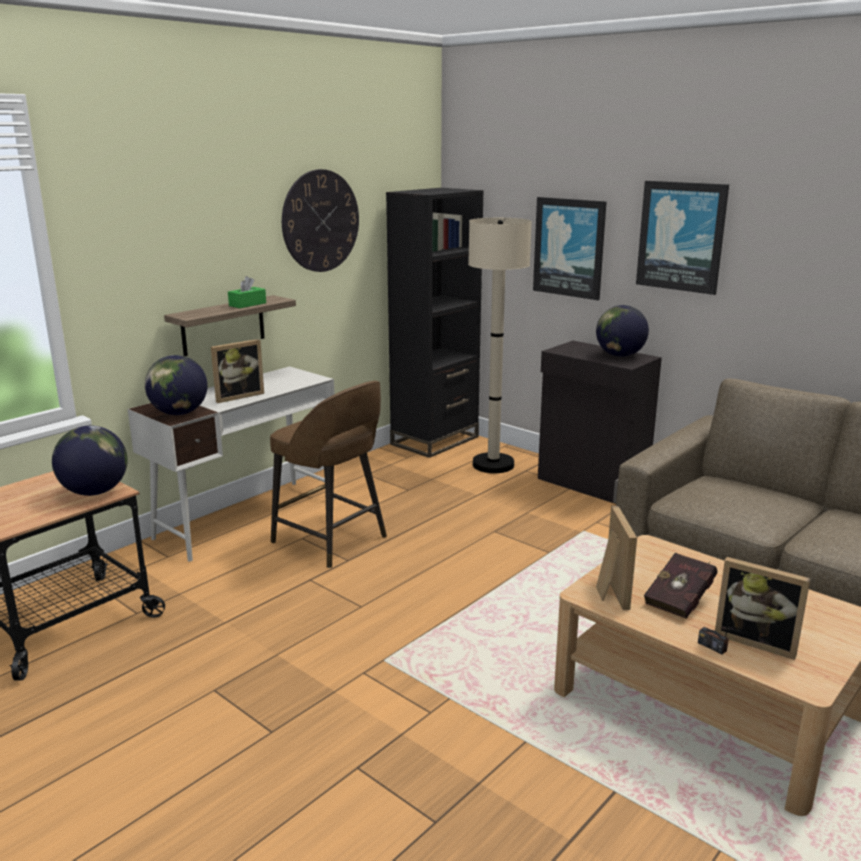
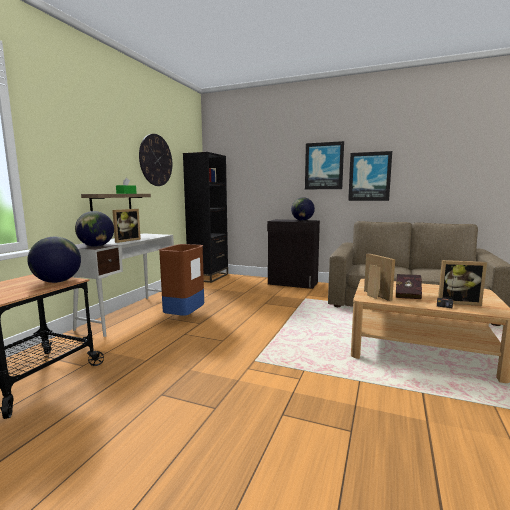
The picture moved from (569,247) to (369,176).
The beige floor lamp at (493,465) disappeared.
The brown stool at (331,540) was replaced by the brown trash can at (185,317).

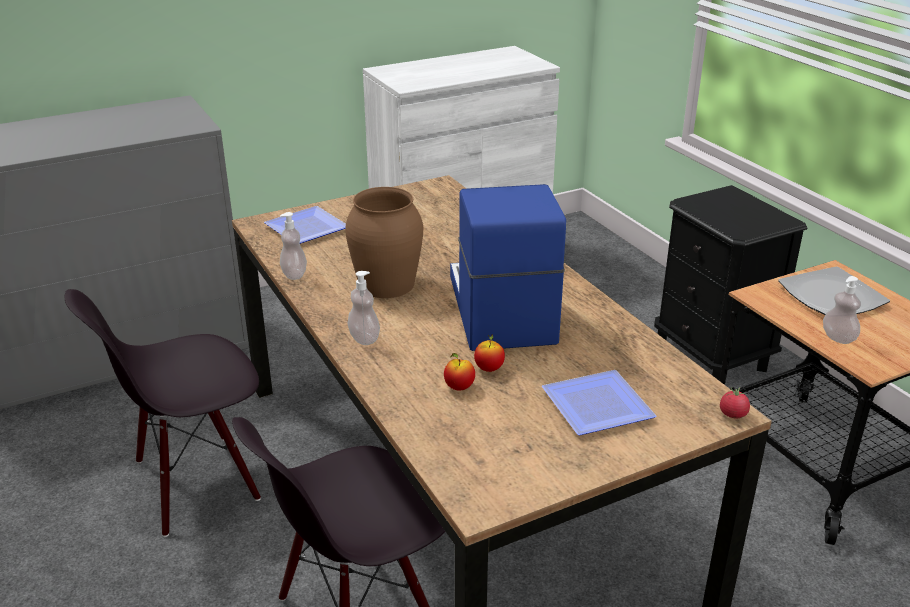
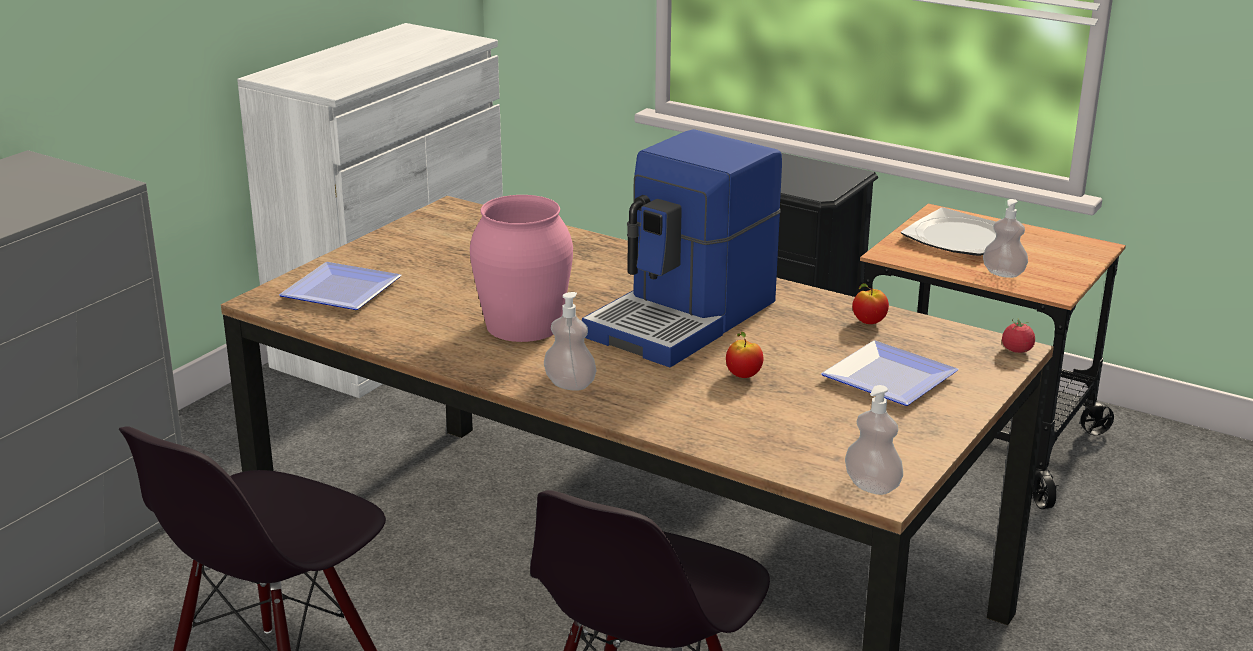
The coffee machine at (499,310) turned 105 degrees counterclockwise.
The brown vase at (386,283) became the pink vase at (522,325).
The soap dispenser moved from (294,274) to (872,486).
The apple moved from (459,387) to (869,322).

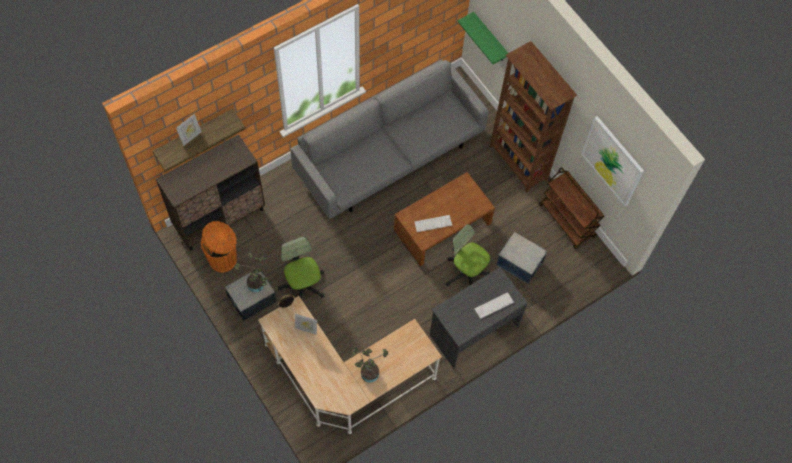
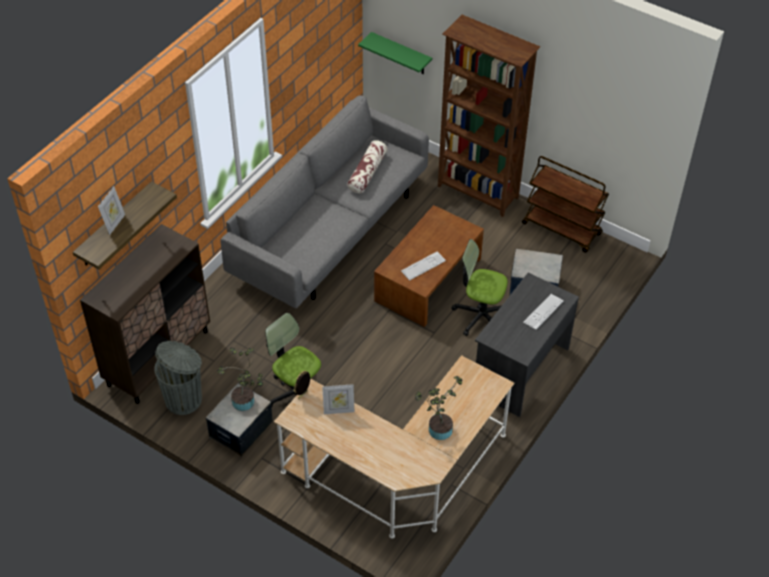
The picture at (612,161) disappeared.
The orange trash can at (224,259) became the grey trash can at (184,399).
The pillow at (367,172) appeared.

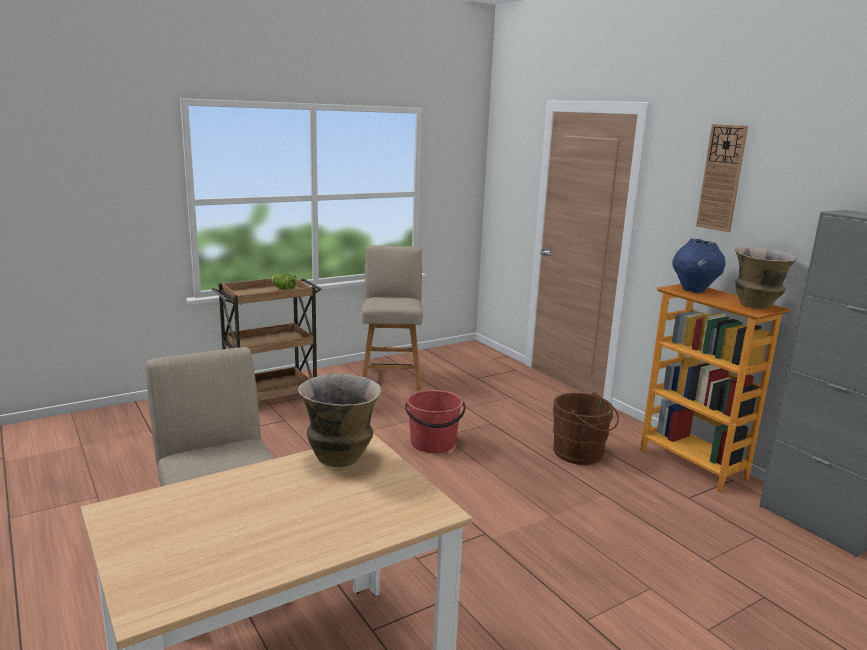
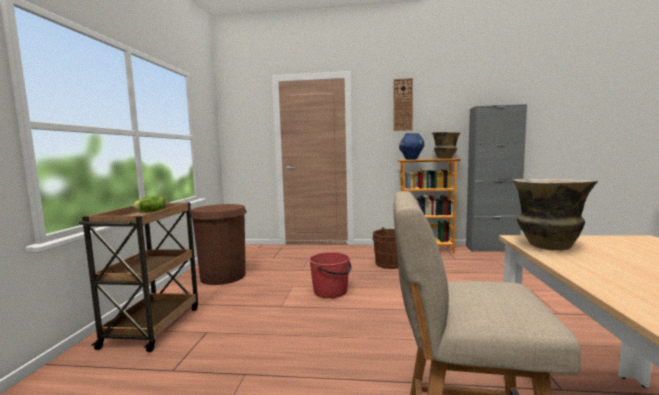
The beige chair at (391,377) was replaced by the brown trash can at (223,276).

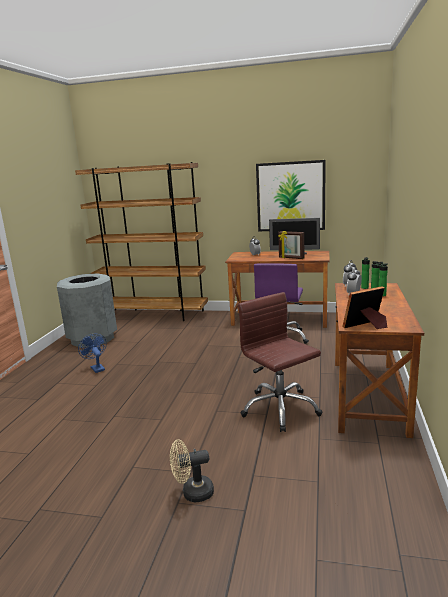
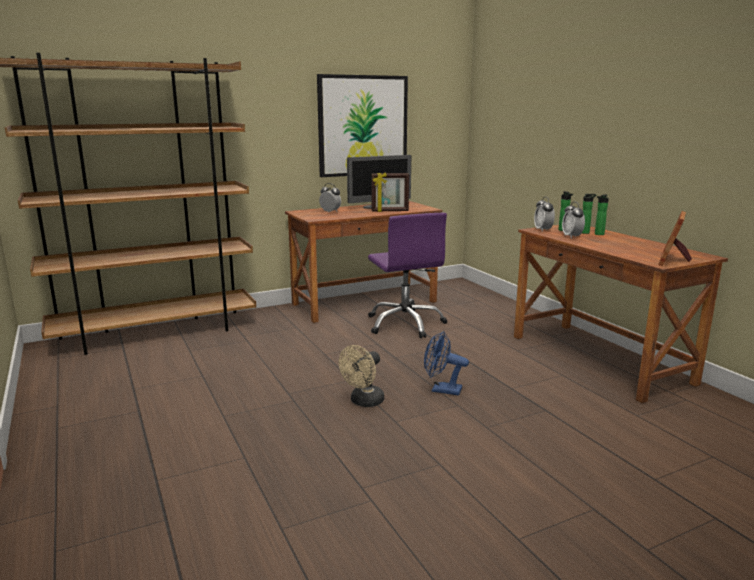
The grey trash can at (93,338) disappeared.
The brown office chair at (280,409) disappeared.
The blue fan moved from (96,368) to (441,390).
The beige fan moved from (192,493) to (363,402).

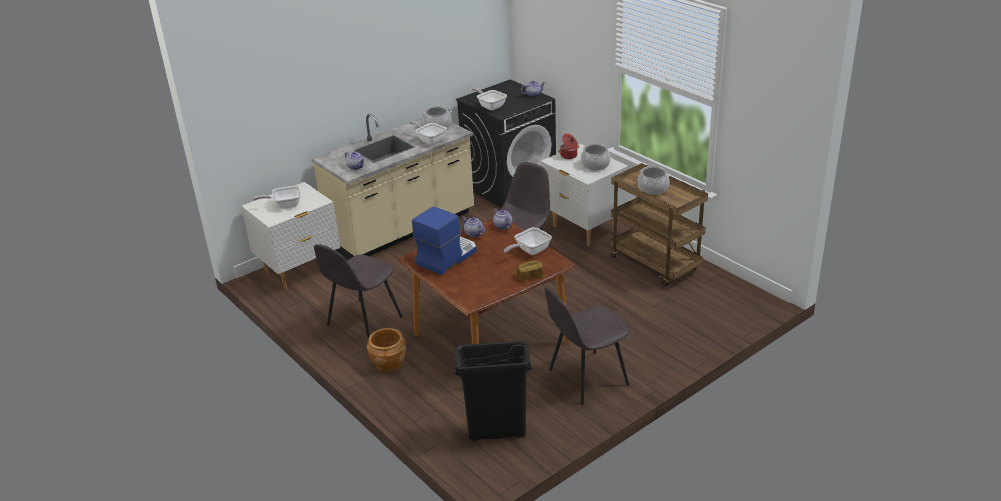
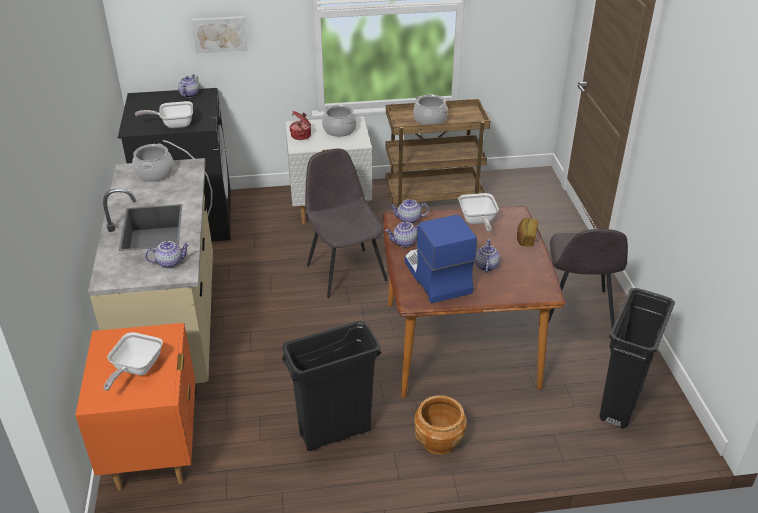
The frying pan at (430,140) disappeared.
The white nightstand at (299,271) became the orange nightstand at (155,452).
The grey chair at (363,322) was replaced by the black trash can at (334,432).
The picture at (220,33) appeared.
The teapot at (485,266) appeared.

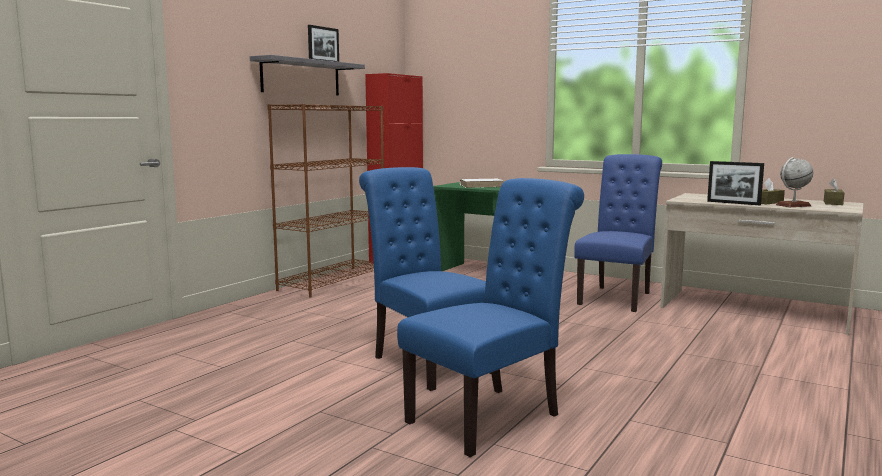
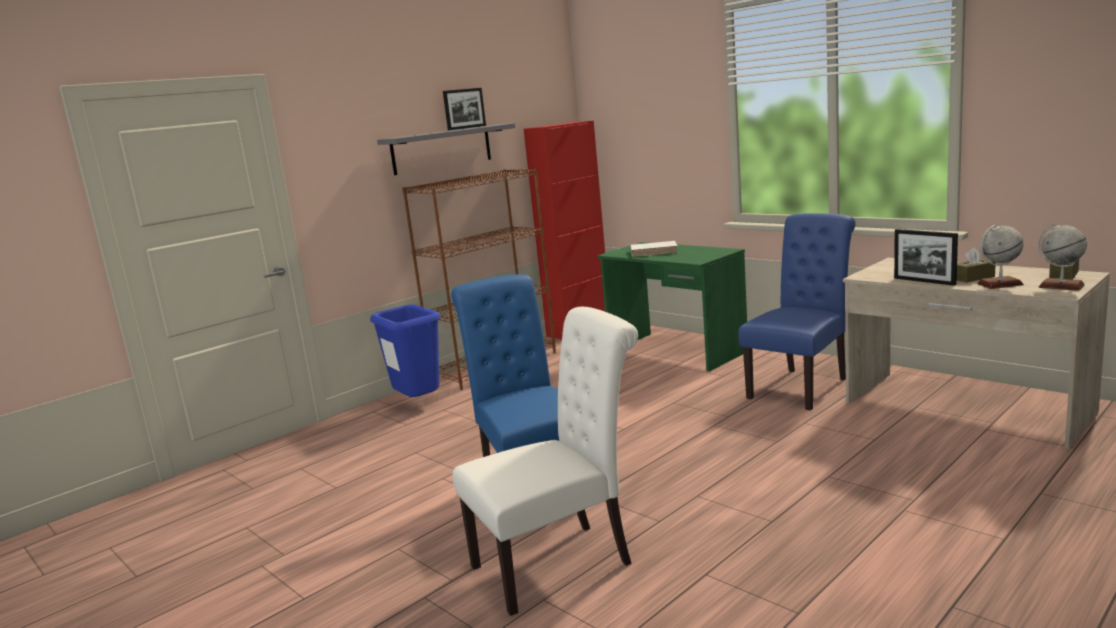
The blue chair at (491,416) became the white chair at (561,562).
The globe at (1061,286) appeared.
The blue trash can at (418,404) appeared.

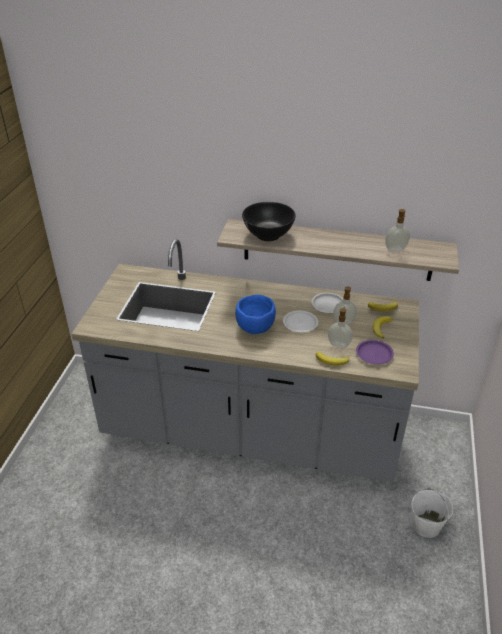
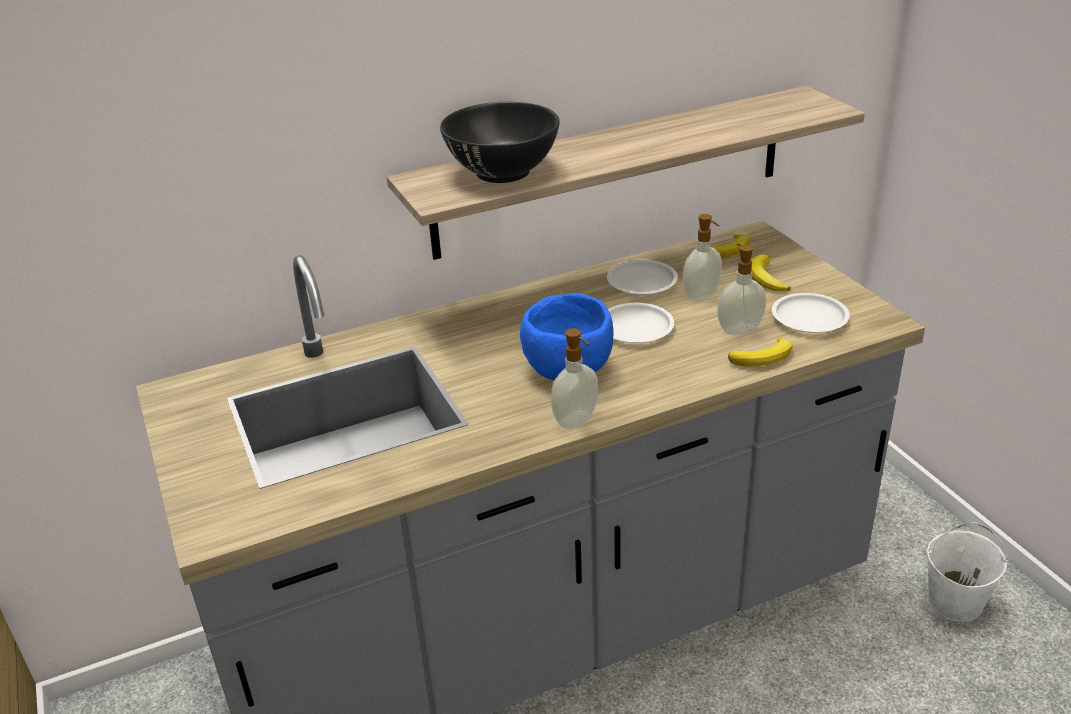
The soap dispenser moved from (395,250) to (576,421).
The purple plate at (374,354) became the white plate at (809,318).

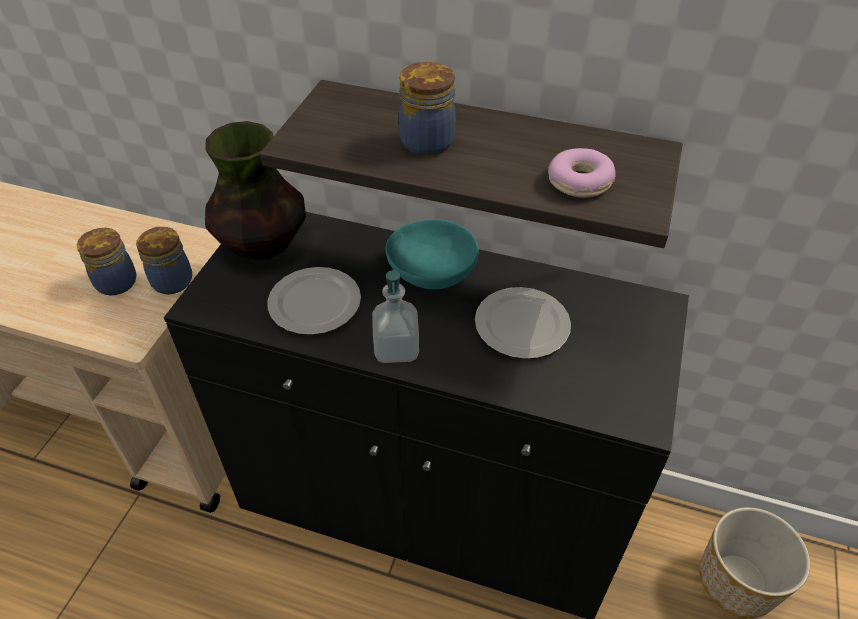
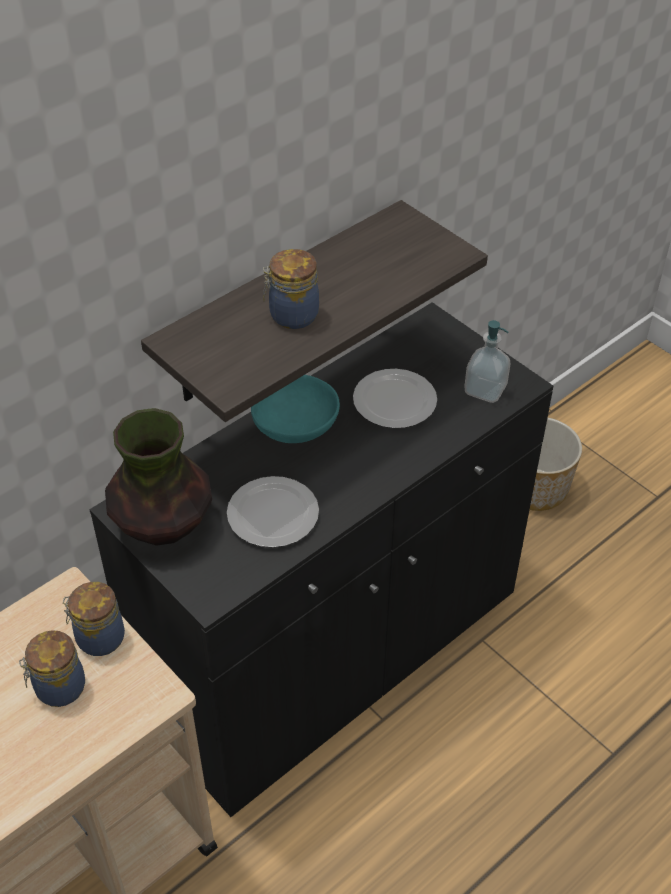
The donut at (579,182) disappeared.
The soap dispenser moved from (396,348) to (485,390).

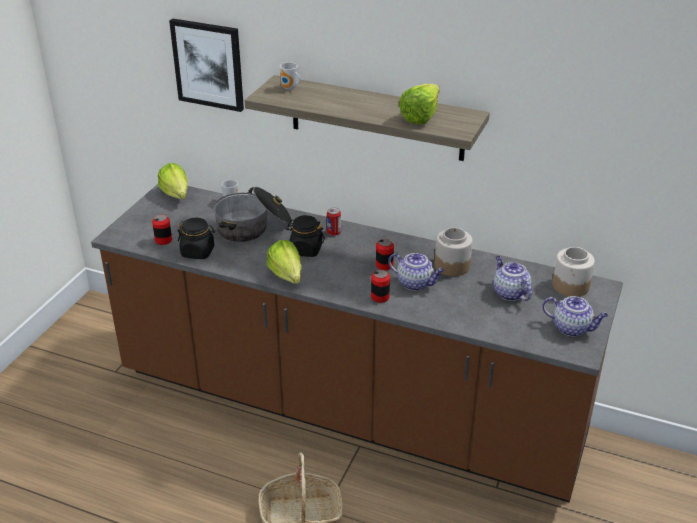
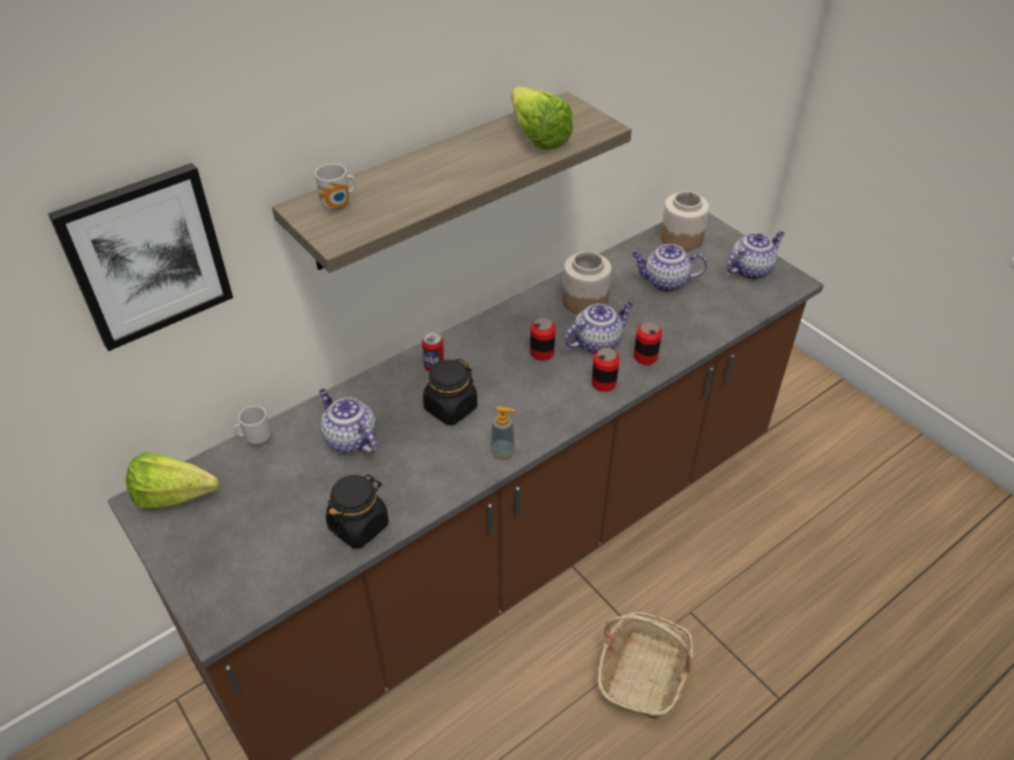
The cooking pot at (253,227) was replaced by the teapot at (349,439).
The can moved from (163,240) to (645,356).
The lettuce at (287,279) was replaced by the soap dispenser at (502,452).

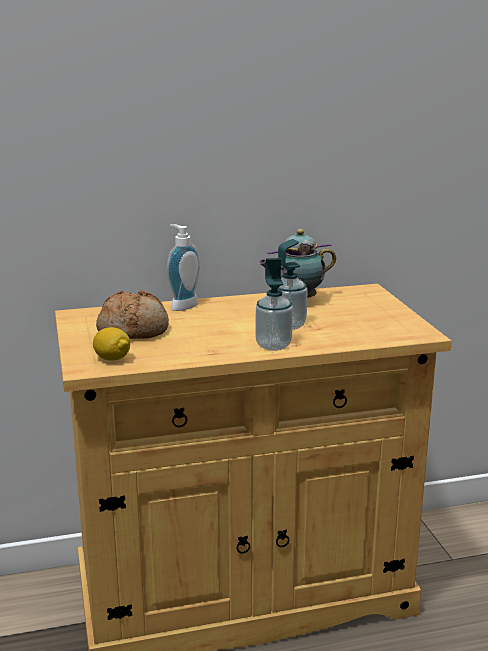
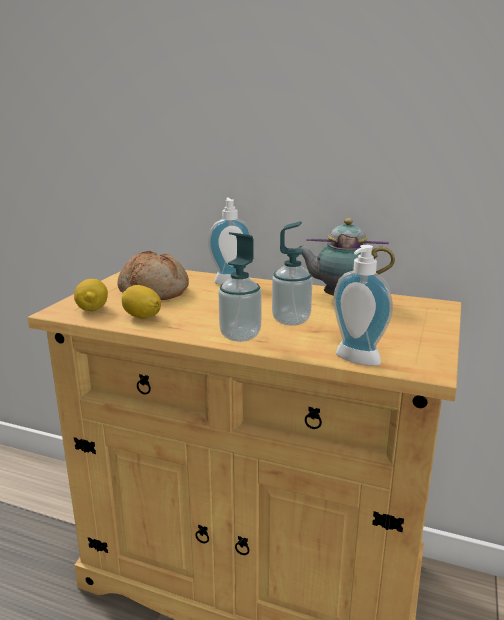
The soap dispenser at (355,360) appeared.
The lemon at (142,317) appeared.

